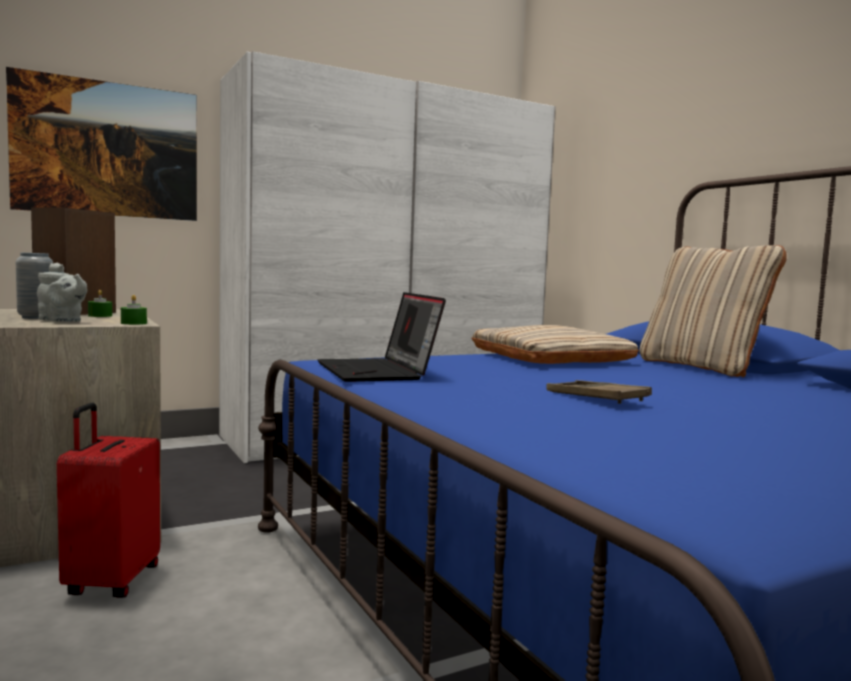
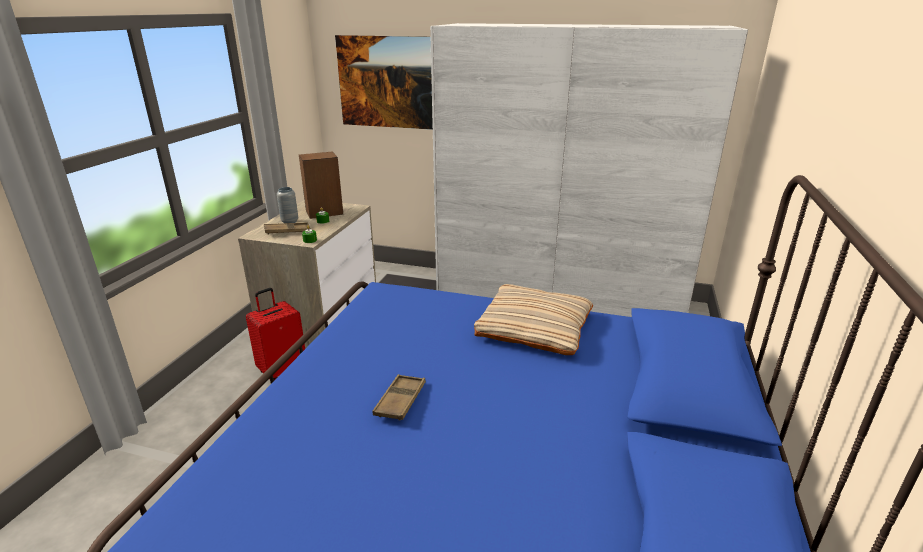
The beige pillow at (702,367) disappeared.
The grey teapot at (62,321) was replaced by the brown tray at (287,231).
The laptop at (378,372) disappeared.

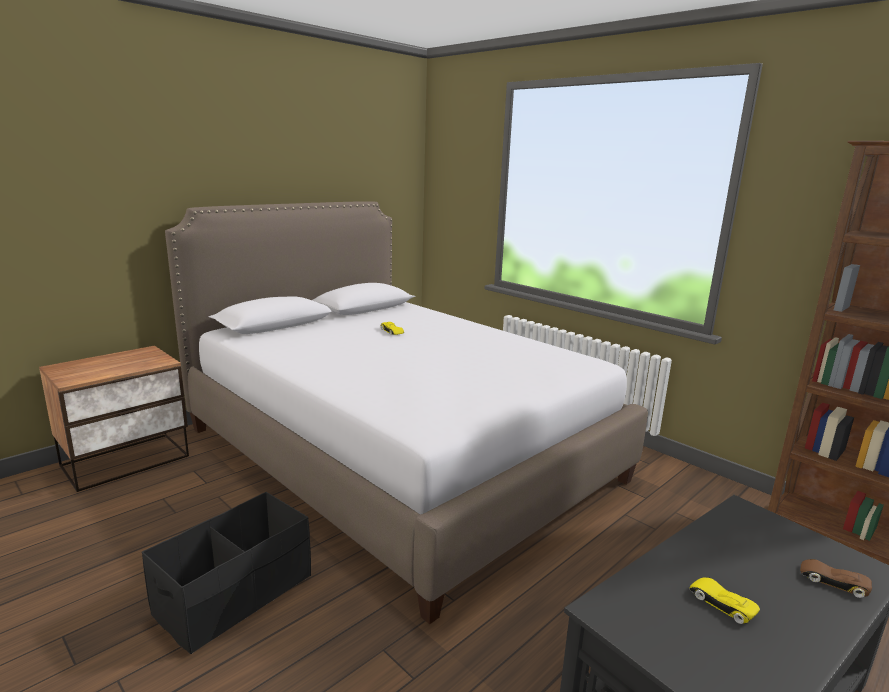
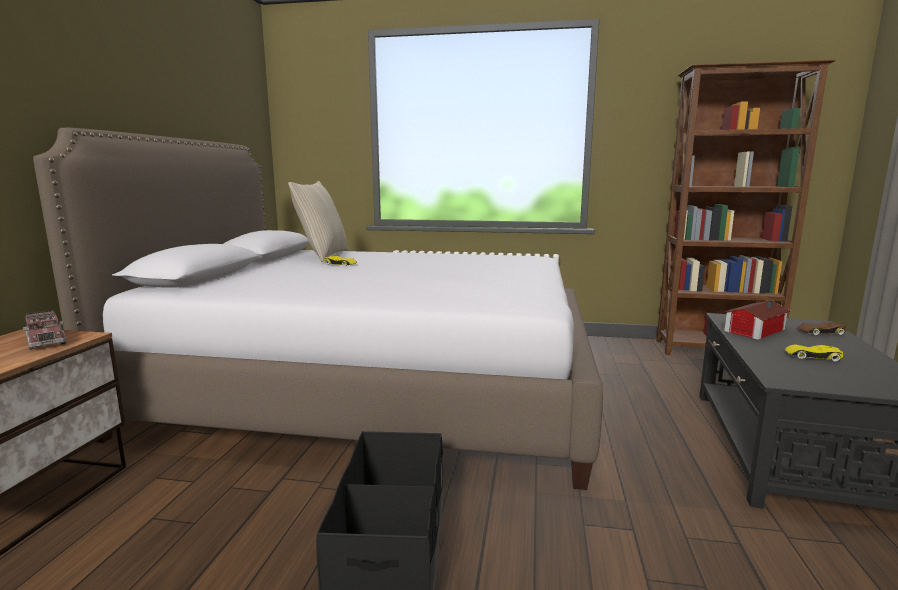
The beige pillow at (322,256) appeared.
The toy house at (752,330) appeared.
The toy truck at (46,341) appeared.

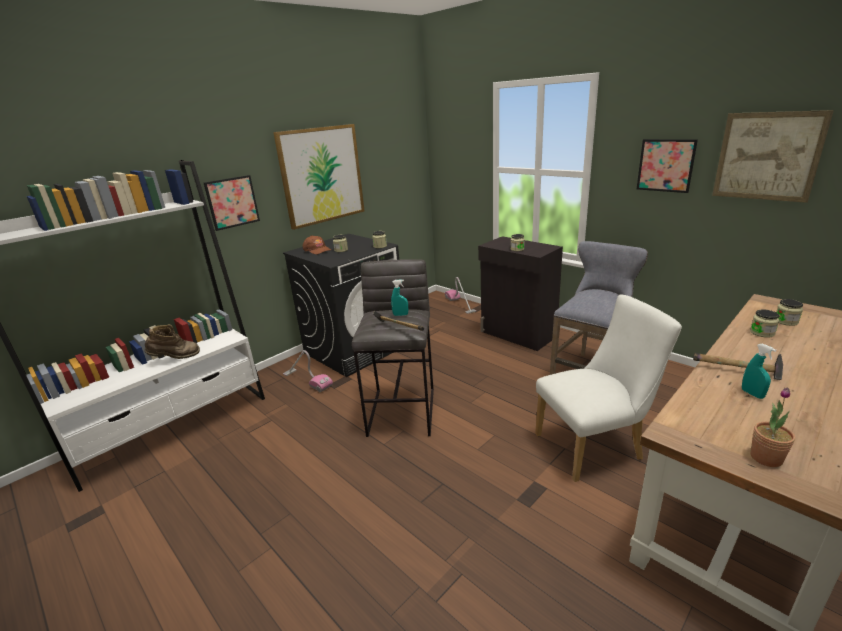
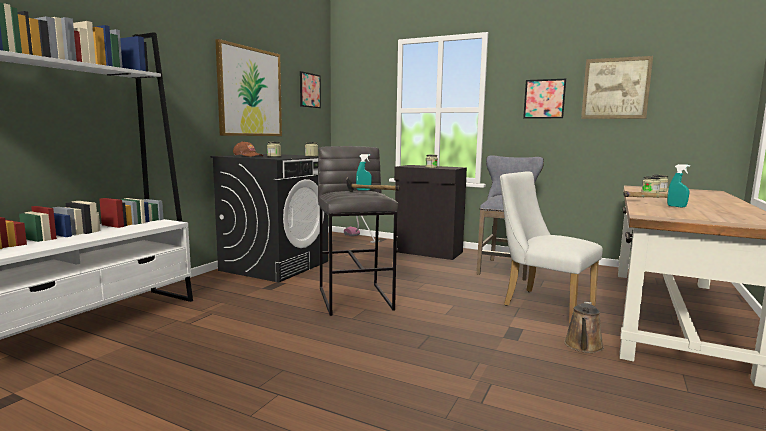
The picture moved from (232,202) to (310,90).
The white chair at (594,446) turned 105 degrees counterclockwise.
The brown boot at (176,359) disappeared.
The vacuum cleaner at (307,380) disappeared.
The potted plant at (766,458) disappeared.
The brown watering can at (583,346) appeared.

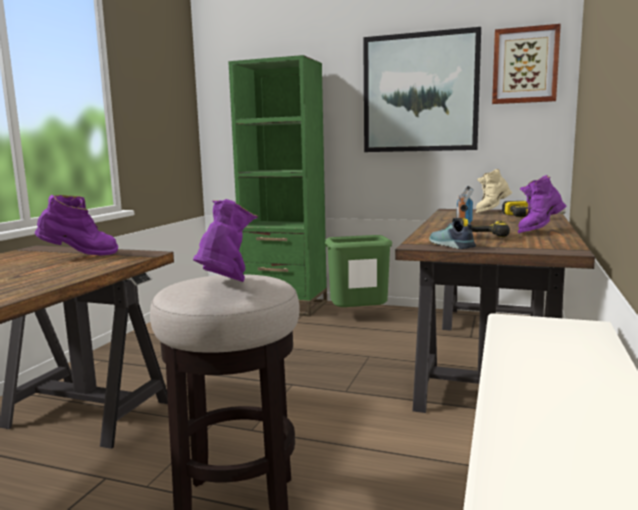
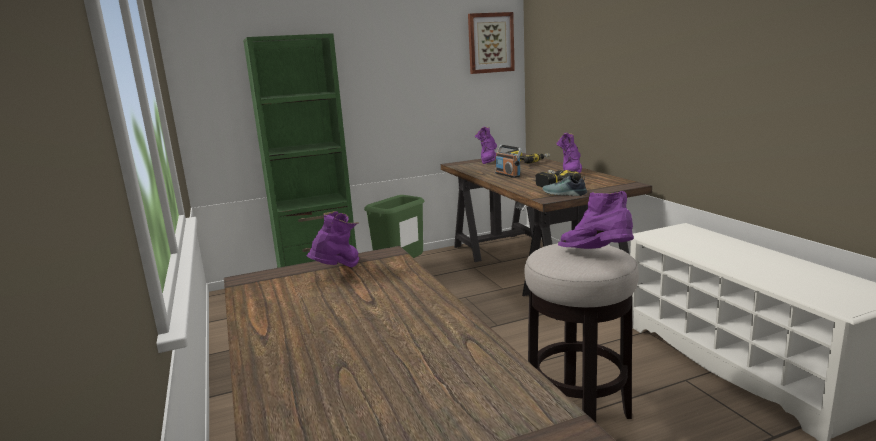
The picture at (420,93) disappeared.
The beige boot at (492,211) became the purple boot at (488,161).

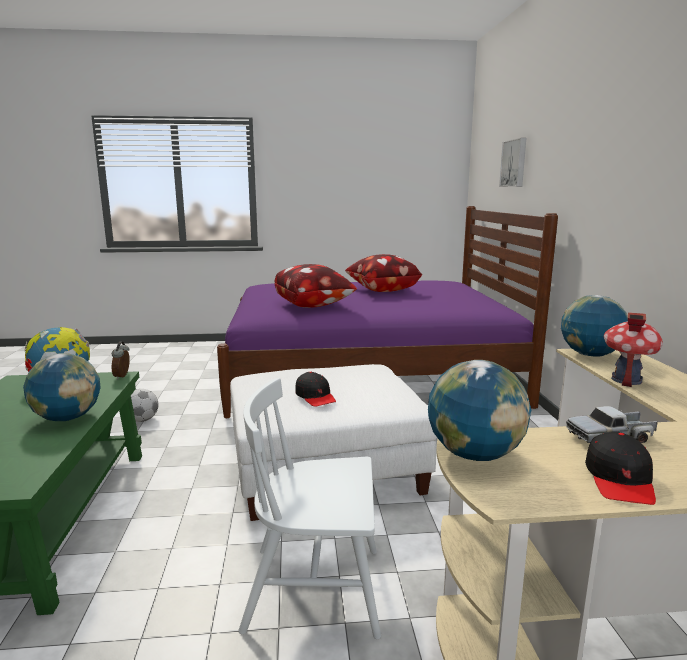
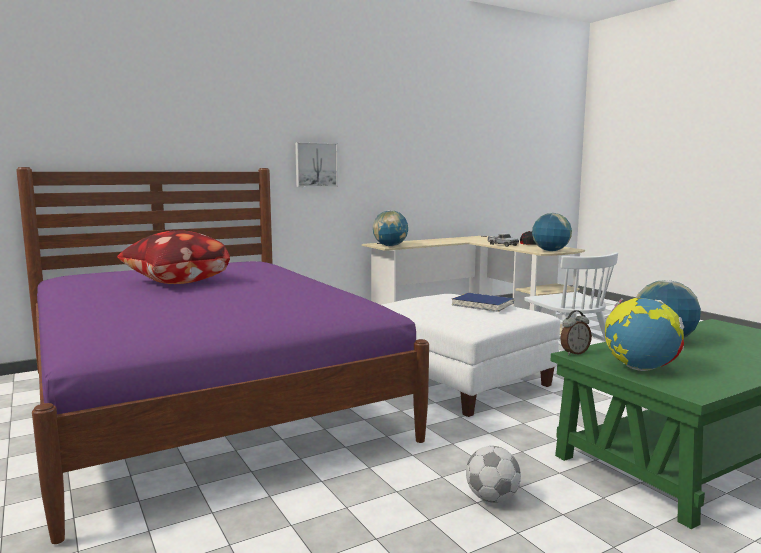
The picture moved from (514,163) to (315,165).
The pillow at (313,305) disappeared.
The toy house at (626,380) disappeared.
The black cap at (315,396) was replaced by the blue book at (482,305).

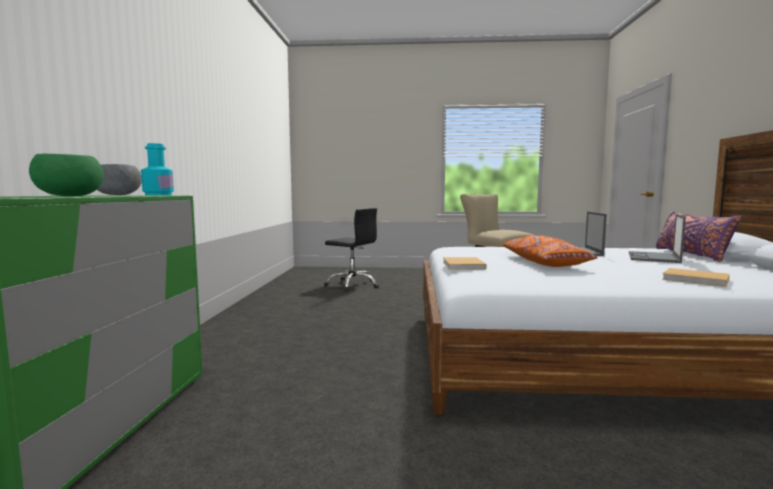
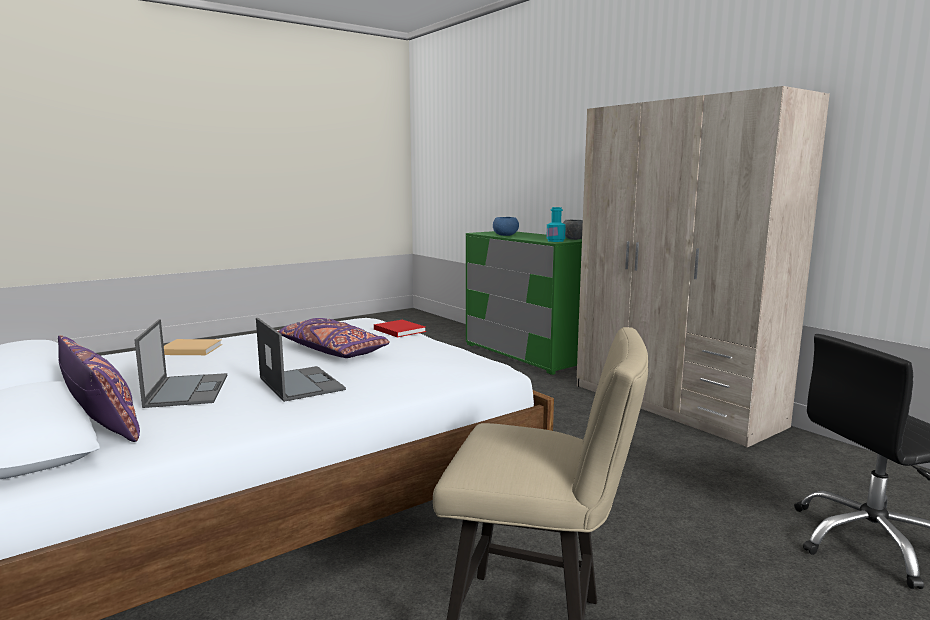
The green bowl at (69,196) became the blue bowl at (505,235).
The orange pillow at (543,263) became the purple pillow at (332,351).
The beige book at (463,266) became the red book at (398,330).
The beige wardrobe at (674,405) appeared.

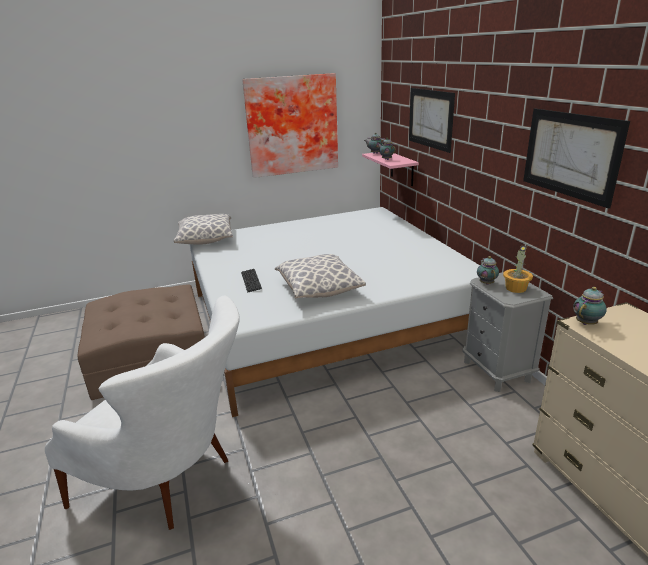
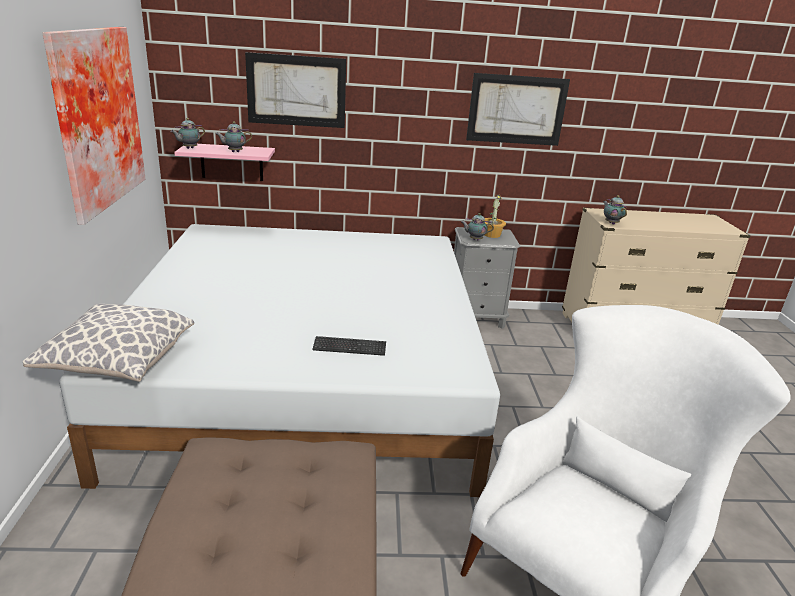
The pillow at (319,289) disappeared.

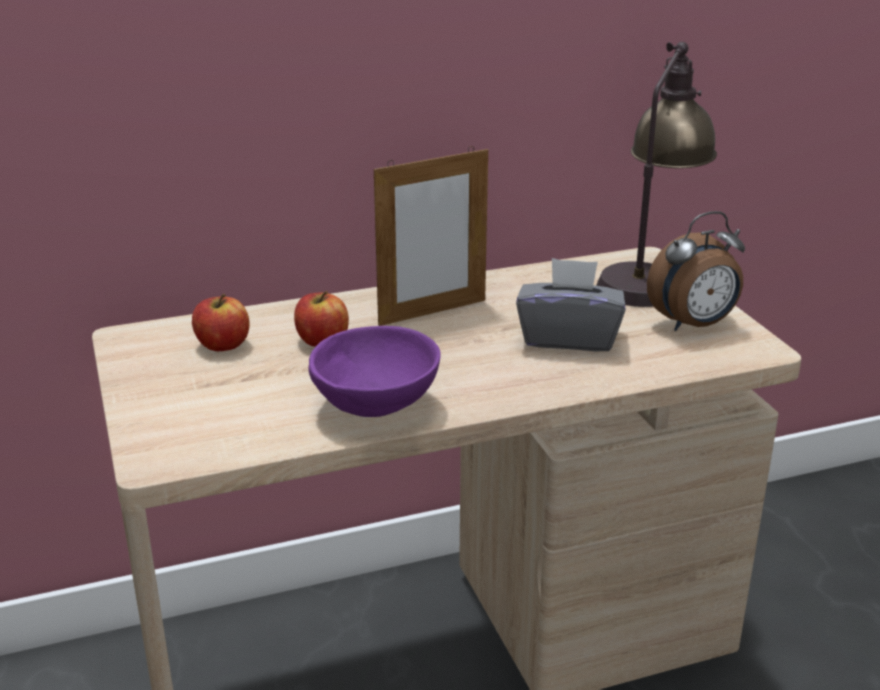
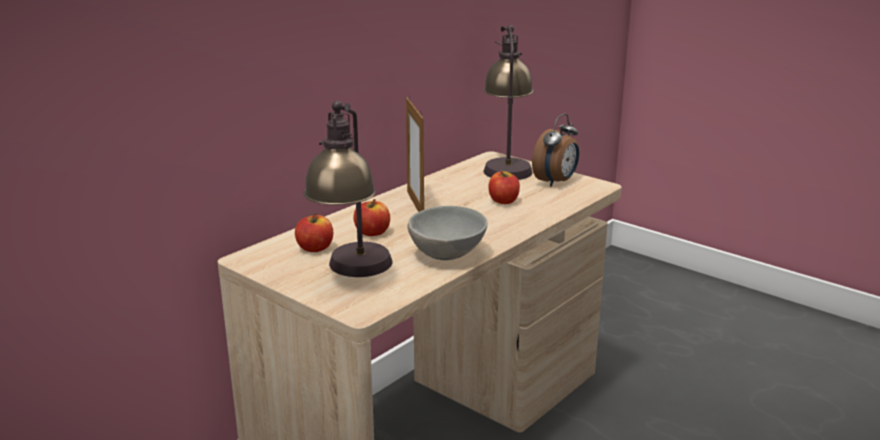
The picture frame at (432,312) turned 135 degrees clockwise.
The grey tissue box at (569,338) was replaced by the apple at (503,201).
The purple bowl at (377,407) became the grey bowl at (448,255).
The table lamp at (353,274) appeared.

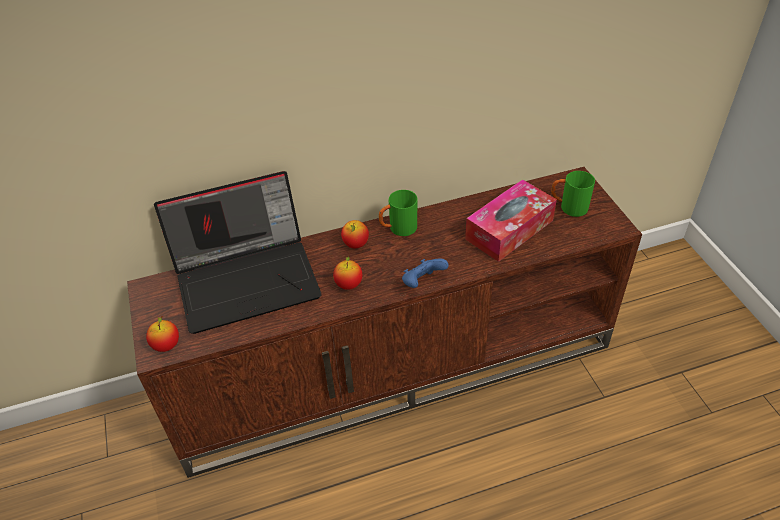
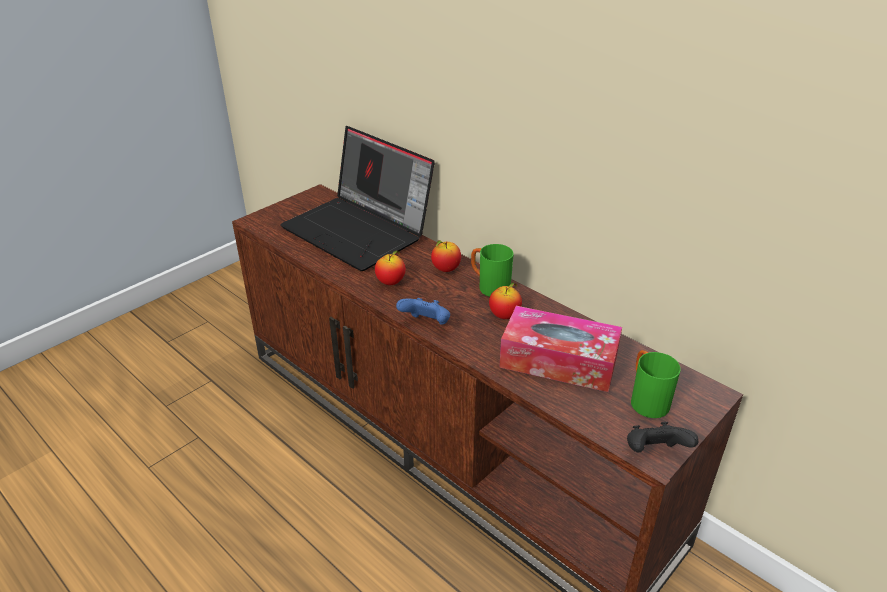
The apple moved from (167,345) to (504,316).
The black game controller at (654,453) appeared.

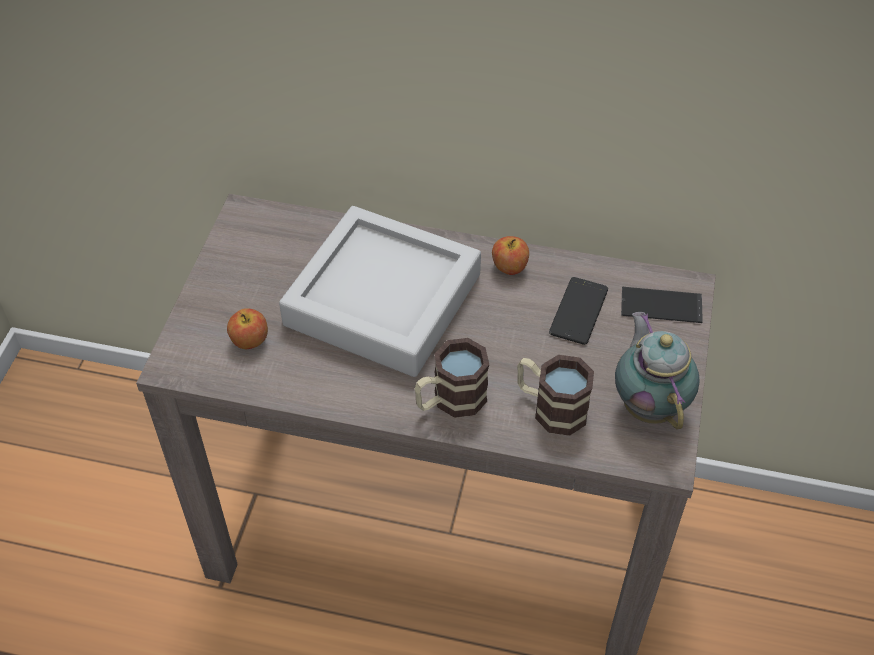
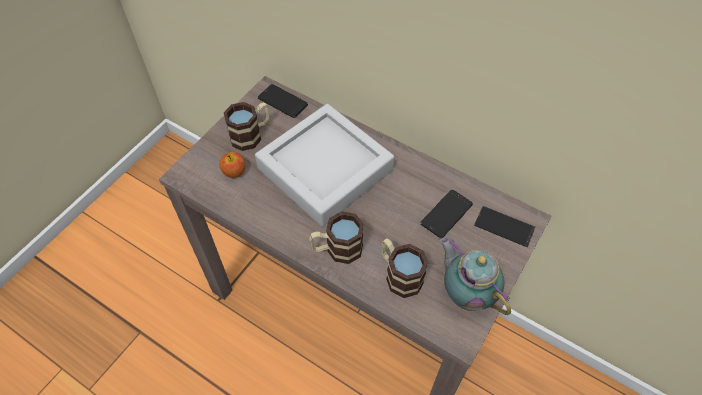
The apple at (509,267) disappeared.
The teapot at (649,404) turned 45 degrees counterclockwise.
The phone at (282,101) appeared.
The mug at (251,134) appeared.

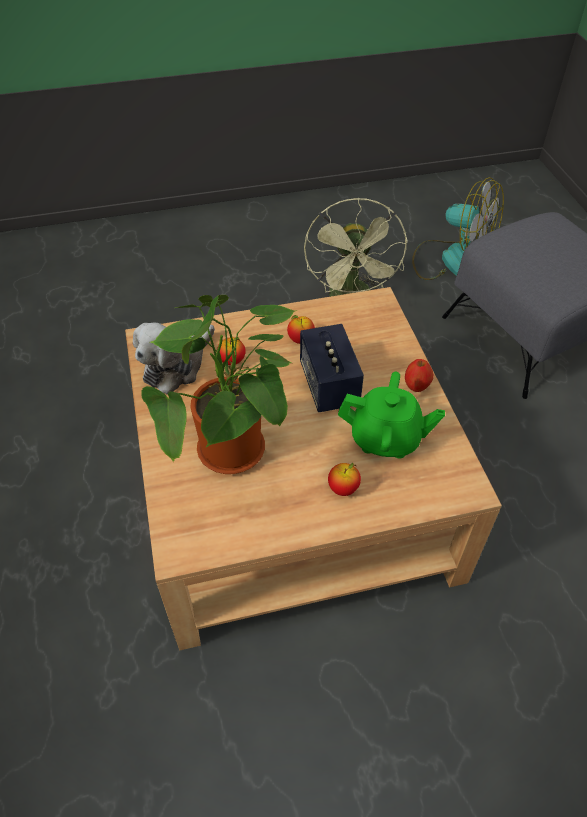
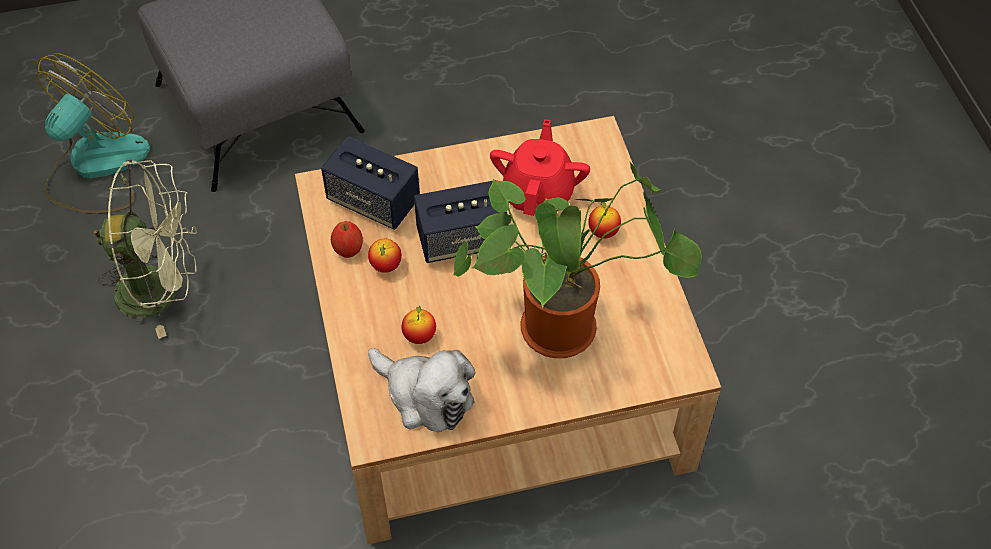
The apple moved from (416,386) to (348,250).
The green teapot at (386,439) became the red teapot at (538,194).
The speaker at (373,201) appeared.

